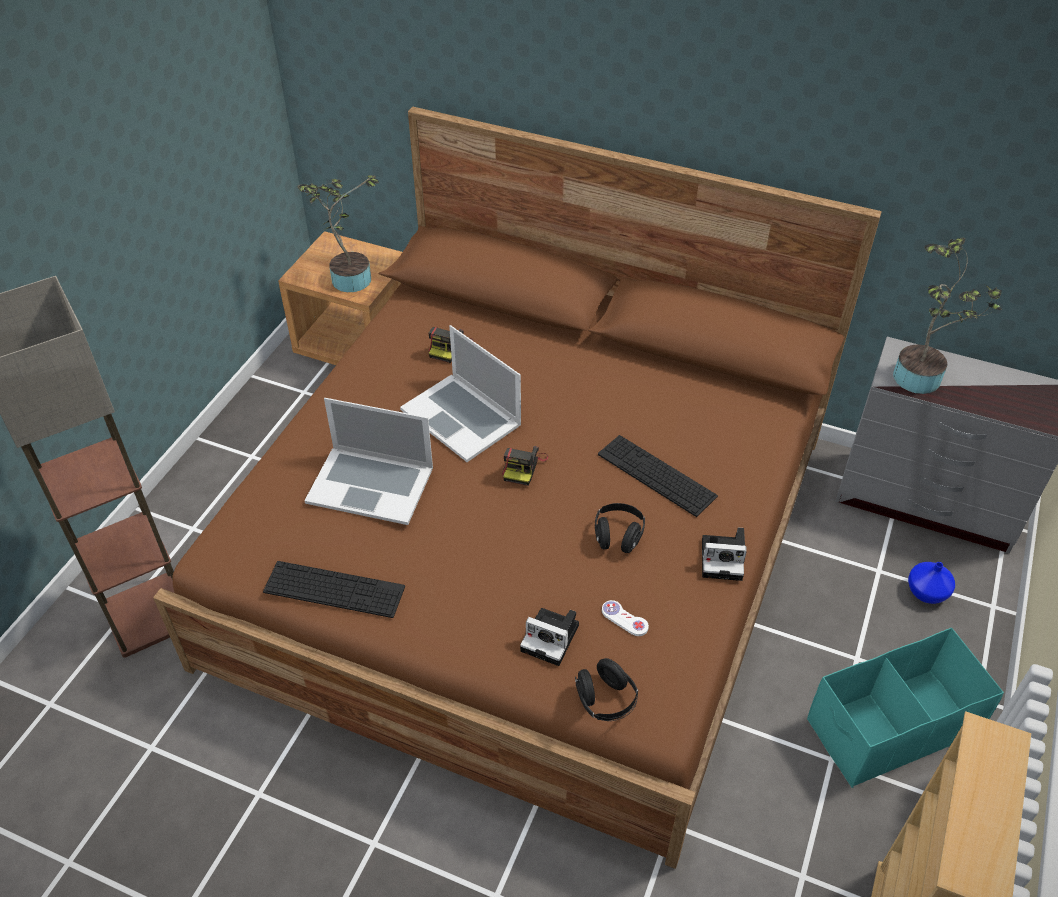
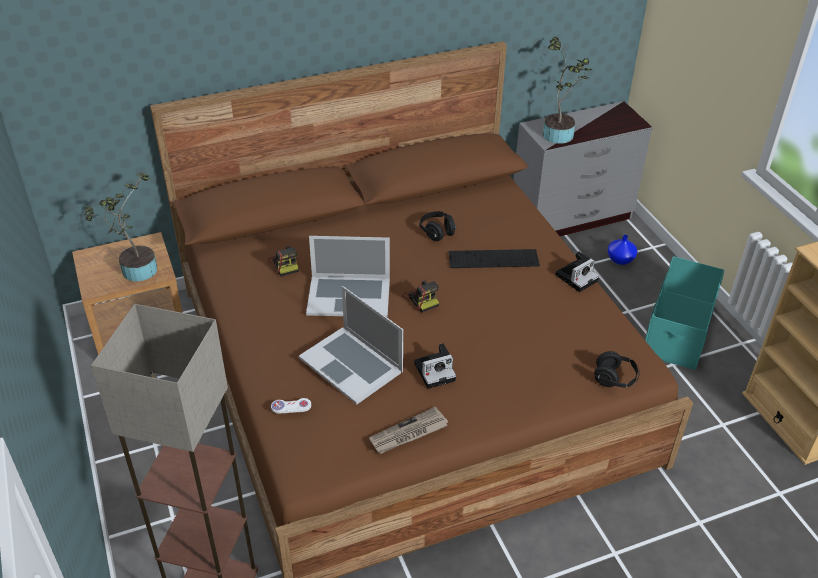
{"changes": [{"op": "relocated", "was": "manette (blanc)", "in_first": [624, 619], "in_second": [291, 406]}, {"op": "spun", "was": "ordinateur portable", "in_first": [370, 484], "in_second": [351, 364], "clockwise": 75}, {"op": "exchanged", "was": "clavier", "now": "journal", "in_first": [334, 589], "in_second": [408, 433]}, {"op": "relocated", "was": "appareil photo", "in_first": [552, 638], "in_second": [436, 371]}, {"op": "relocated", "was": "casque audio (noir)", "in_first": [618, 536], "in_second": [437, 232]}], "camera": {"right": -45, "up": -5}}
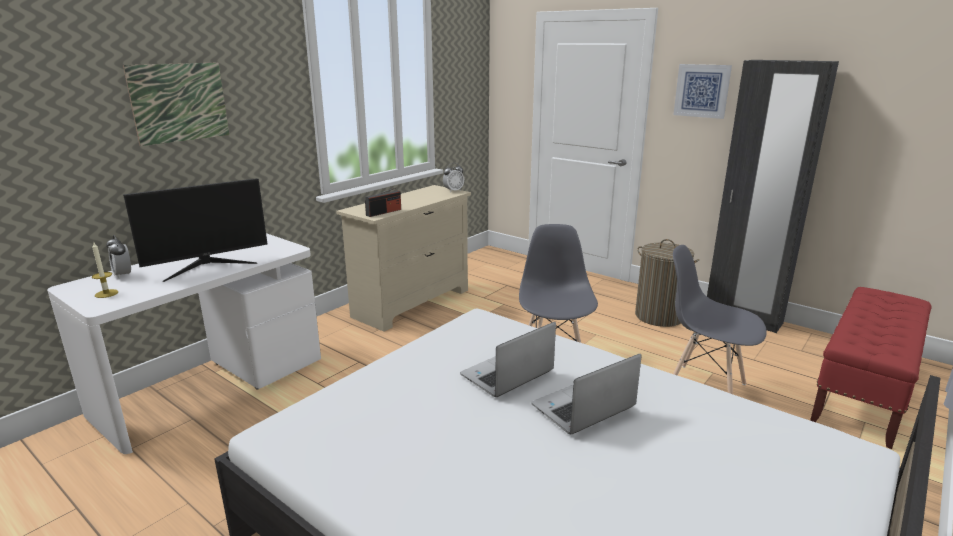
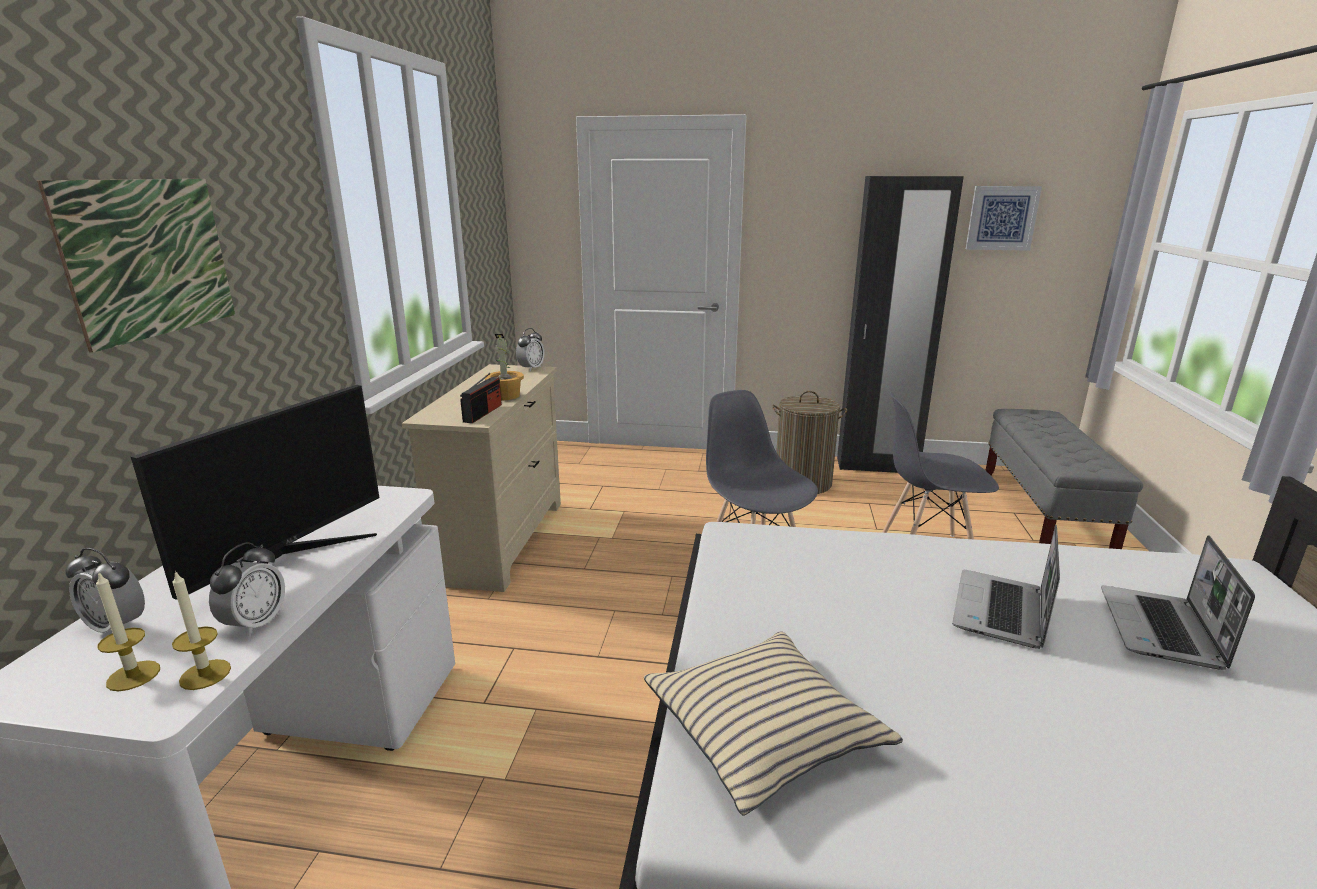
{"changes": [{"op": "appeared", "now": "bougie", "in_second": [205, 674]}, {"op": "appeared", "now": "réveil", "in_second": [255, 624]}, {"op": "appeared", "now": "plante en pot", "in_second": [505, 396]}, {"op": "appeared", "now": "coussin (beige)", "in_second": [763, 729]}, {"op": "relocated", "was": "tableau", "in_first": [702, 90], "in_second": [1002, 218]}, {"op": "colour", "was": "banc (rouge)", "now": "banc (gris)", "in_first": [863, 393], "in_second": [1043, 515]}, {"op": "relocated", "was": "ordinateur portable", "in_first": [507, 375], "in_second": [1161, 629]}], "camera": {"right": -30, "up": 0}}
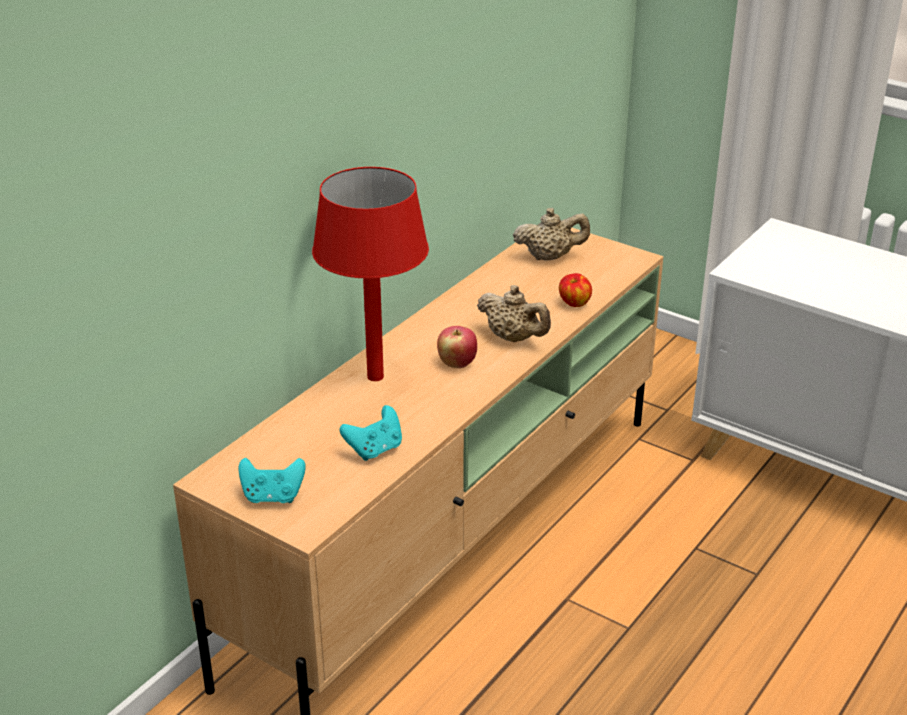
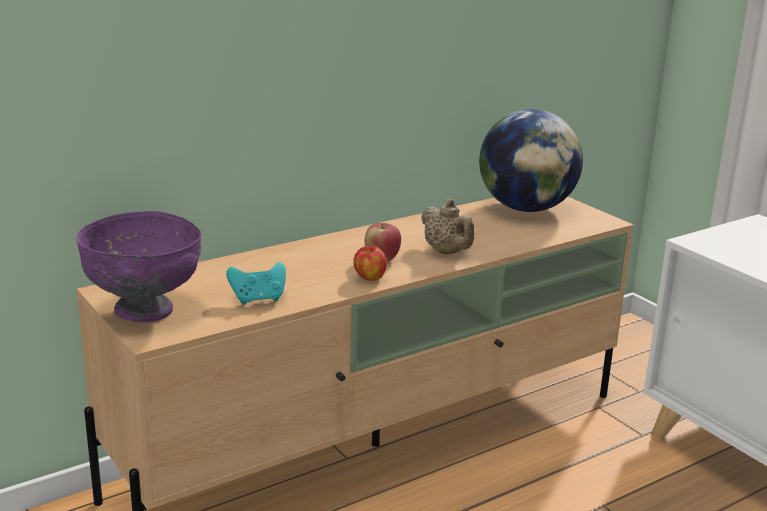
{"changes": [{"op": "exchanged", "was": "manette (turquoise)", "now": "bol (violet)", "in_first": [273, 496], "in_second": [144, 311]}, {"op": "relocated", "was": "pomme", "in_first": [574, 304], "in_second": [369, 278]}, {"op": "exchanged", "was": "théière (beige)", "now": "globe", "in_first": [550, 257], "in_second": [526, 208]}, {"op": "missing", "was": "lampe de table (rouge)", "in_first": [376, 377]}], "camera": {"right": 20, "up": -10}}
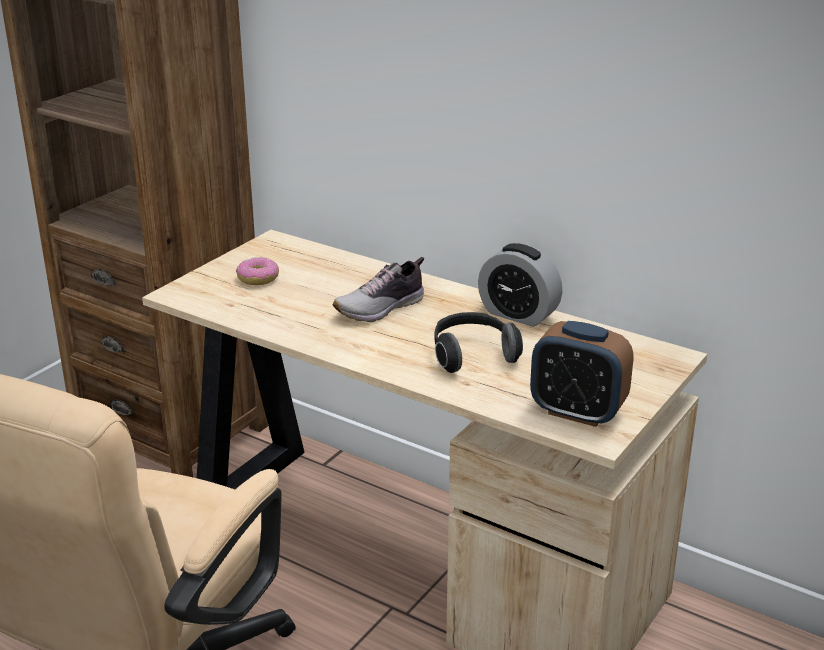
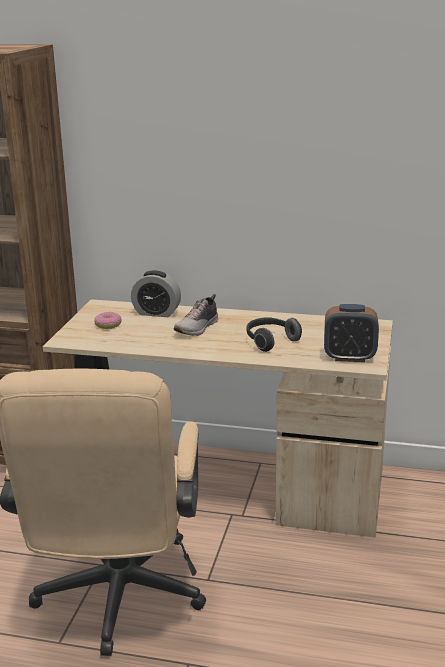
{"changes": [{"op": "relocated", "was": "réveil", "in_first": [518, 314], "in_second": [156, 313]}], "camera": {"right": -20, "up": -5}}
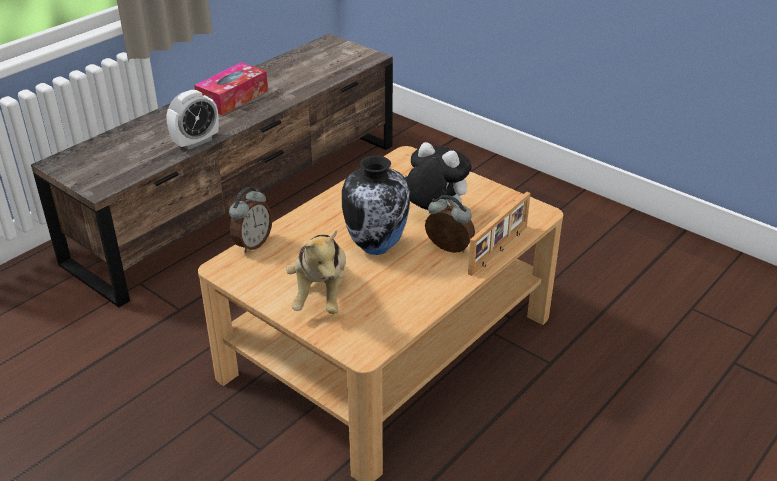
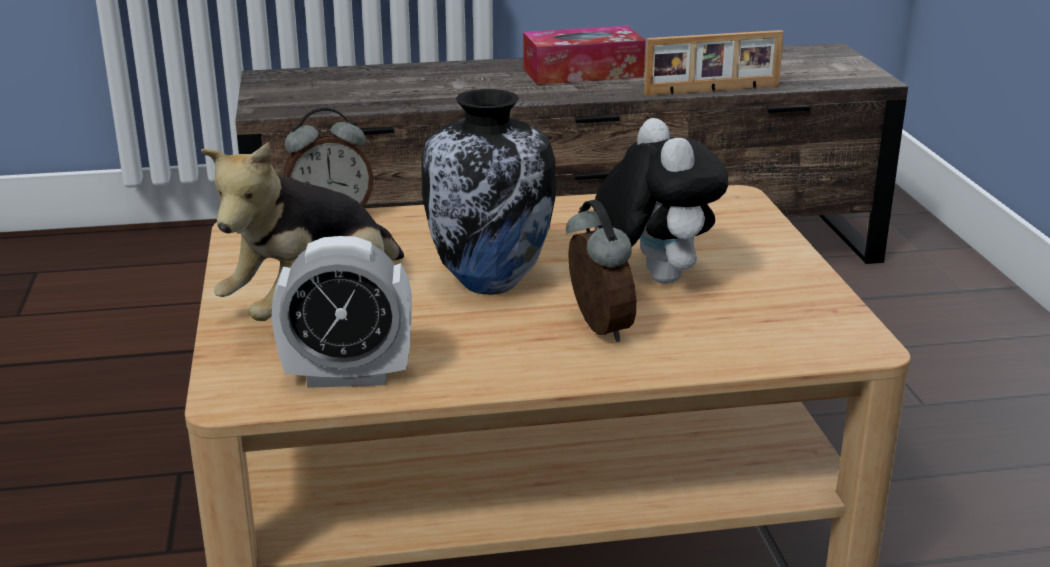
{"changes": [{"op": "relocated", "was": "réveil", "in_first": [196, 142], "in_second": [348, 376]}, {"op": "relocated", "was": "cadre photo", "in_first": [499, 250], "in_second": [712, 91]}], "camera": {"right": 40, "up": -10}}
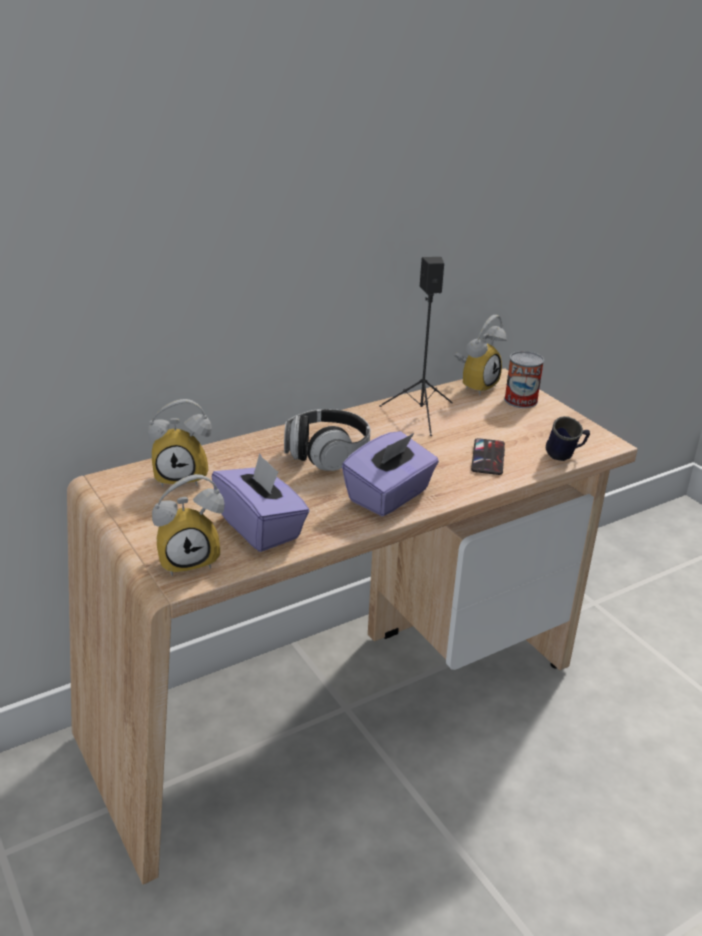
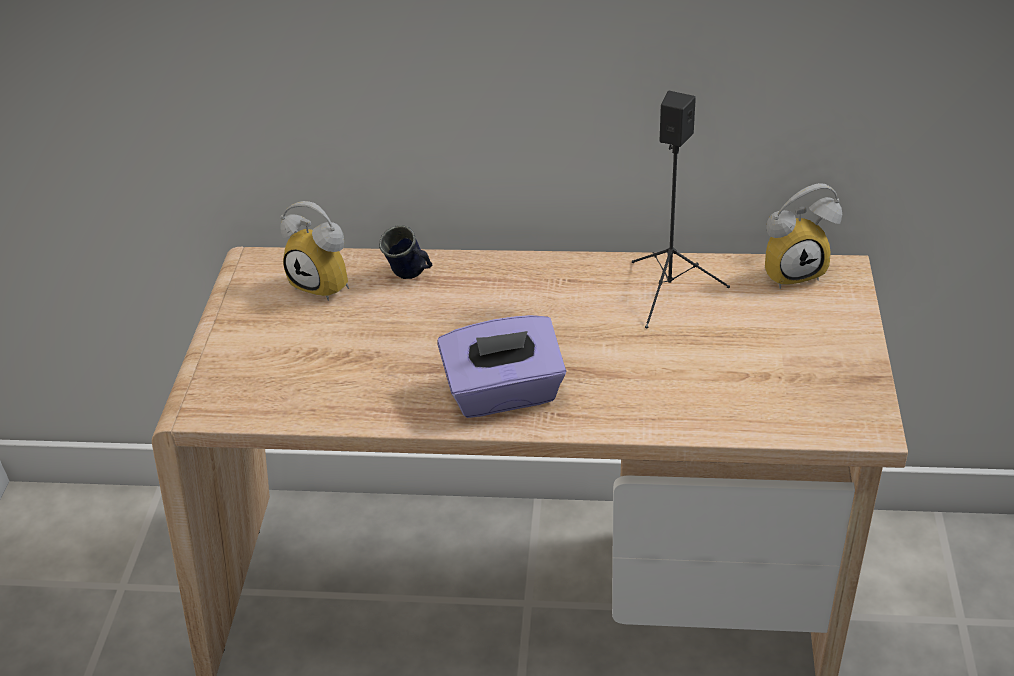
{"changes": [{"op": "relocated", "was": "mug (bleu)", "in_first": [565, 457], "in_second": [411, 275]}, {"op": "missing", "was": "réveil", "in_first": [190, 558]}, {"op": "missing", "was": "boîte à mouchoirs (violet)", "in_first": [261, 527]}, {"op": "missing", "was": "casque audio", "in_first": [327, 454]}, {"op": "missing", "was": "téléphone", "in_first": [488, 457]}, {"op": "missing", "was": "boîte métallique", "in_first": [520, 400]}], "camera": {"right": 40, "up": 10}}
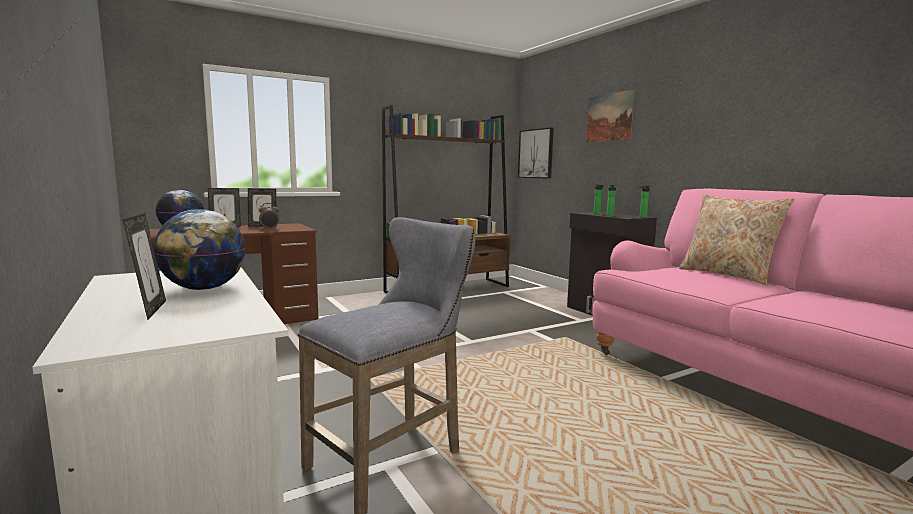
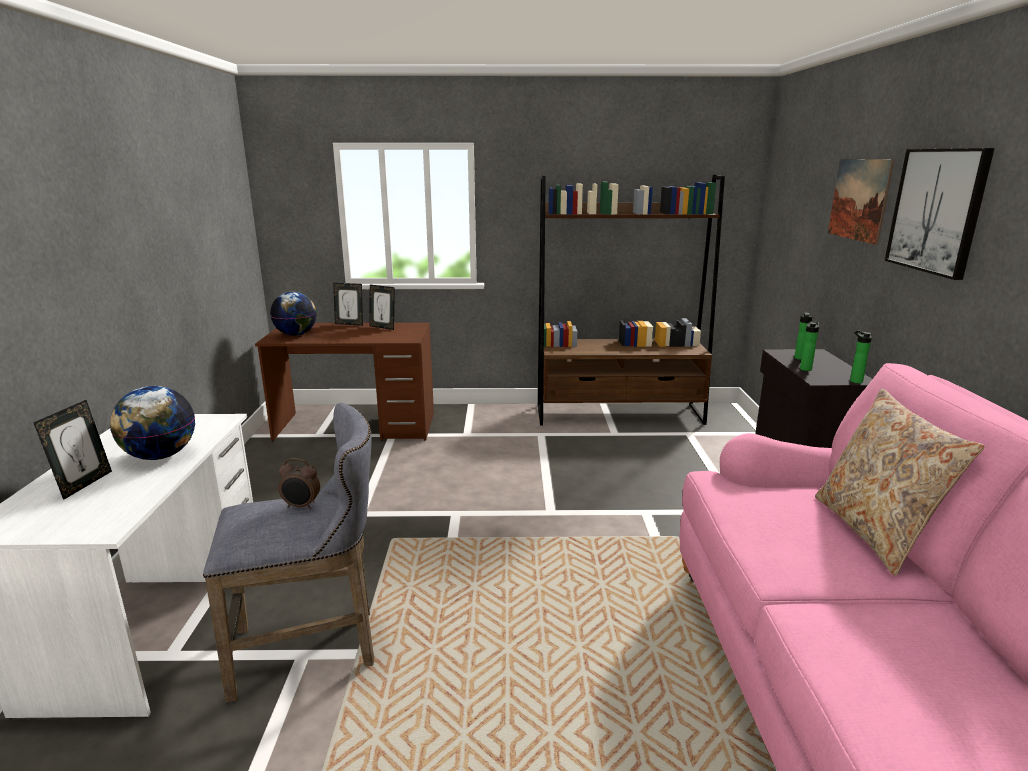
{"changes": [{"op": "relocated", "was": "réveil", "in_first": [269, 229], "in_second": [301, 506]}, {"op": "relocated", "was": "tableau", "in_first": [536, 153], "in_second": [937, 211]}], "camera": {"right": 30, "up": 10}}
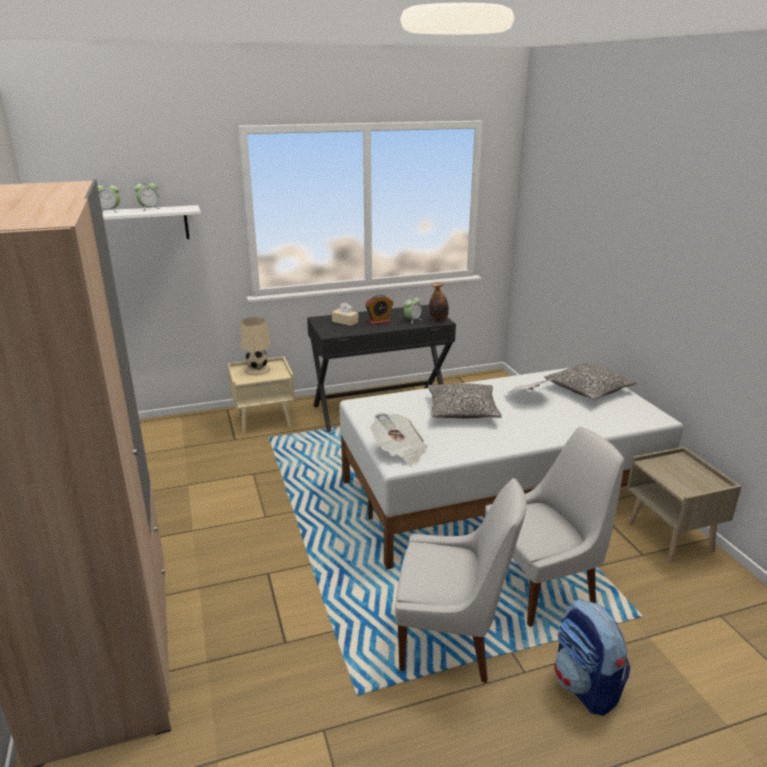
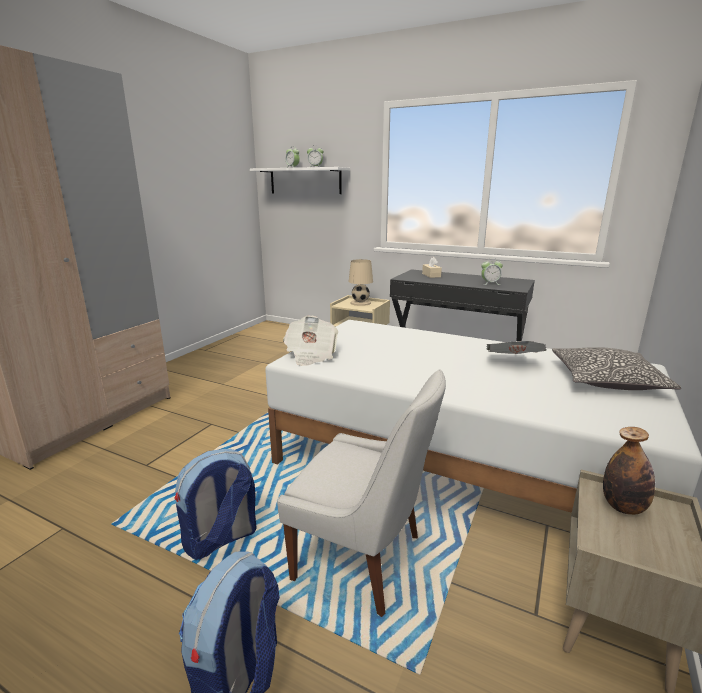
{"changes": [{"op": "exchanged", "was": "chaise (blanc)", "now": "sac à dos", "in_first": [452, 640], "in_second": [221, 540]}, {"op": "relocated", "was": "bouteille", "in_first": [438, 320], "in_second": [623, 507]}, {"op": "missing", "was": "réveil", "in_first": [379, 322]}, {"op": "missing", "was": "coussin", "in_first": [462, 410]}], "camera": {"right": 45, "up": -5}}
